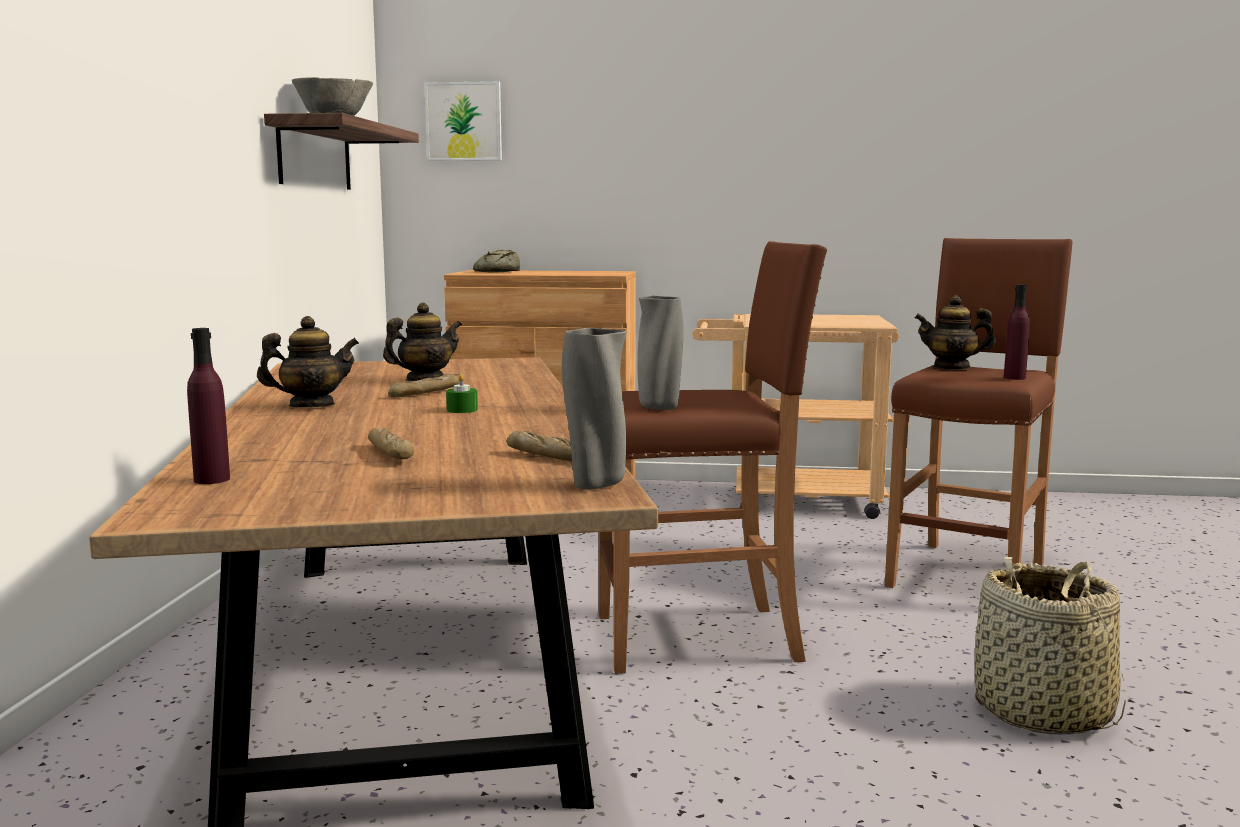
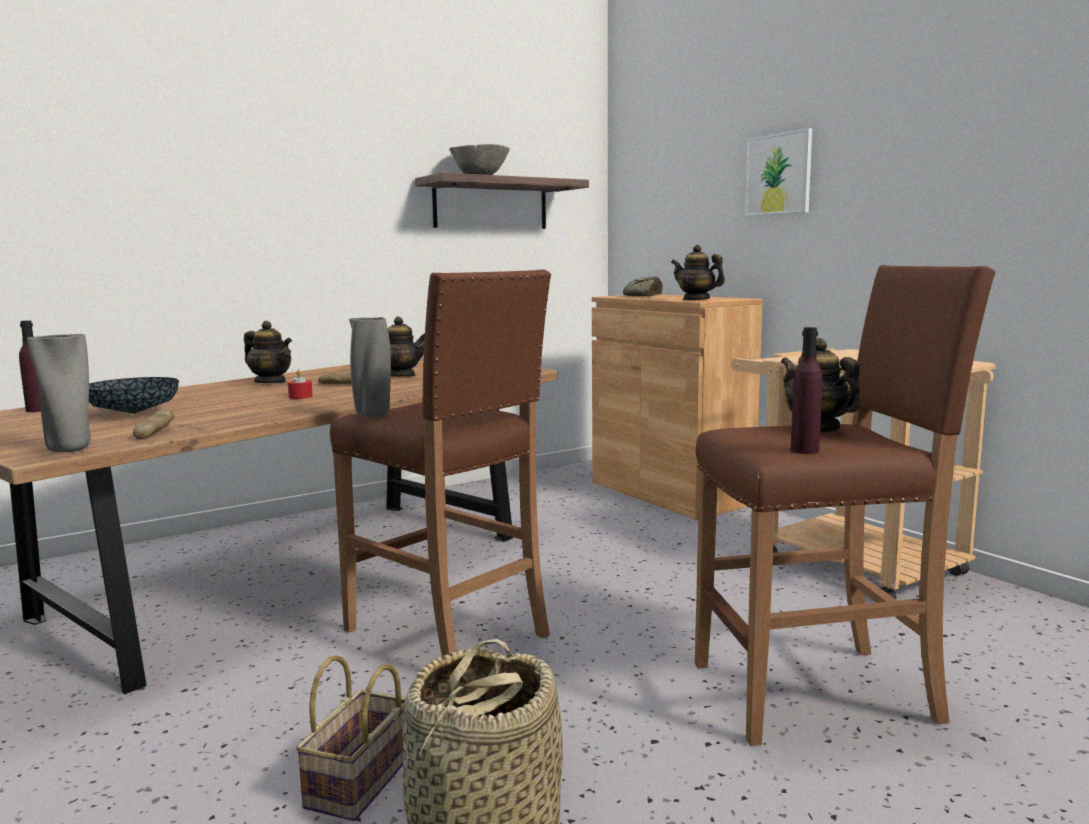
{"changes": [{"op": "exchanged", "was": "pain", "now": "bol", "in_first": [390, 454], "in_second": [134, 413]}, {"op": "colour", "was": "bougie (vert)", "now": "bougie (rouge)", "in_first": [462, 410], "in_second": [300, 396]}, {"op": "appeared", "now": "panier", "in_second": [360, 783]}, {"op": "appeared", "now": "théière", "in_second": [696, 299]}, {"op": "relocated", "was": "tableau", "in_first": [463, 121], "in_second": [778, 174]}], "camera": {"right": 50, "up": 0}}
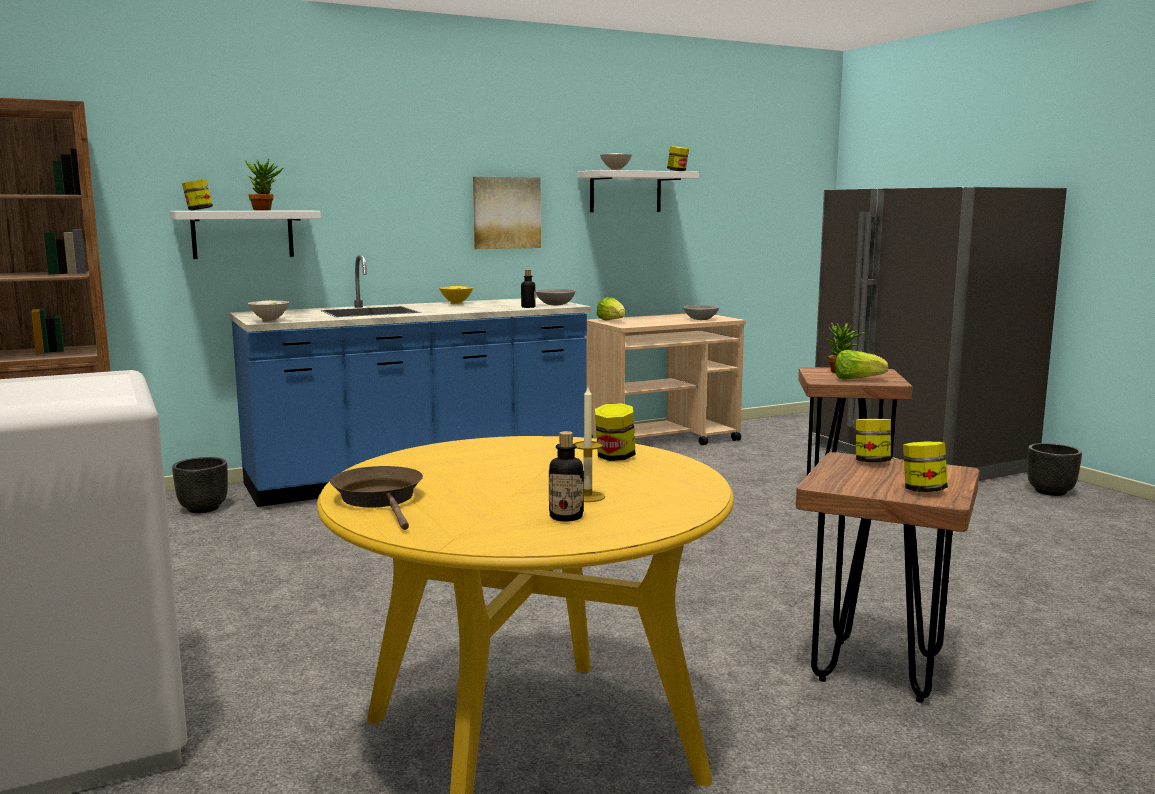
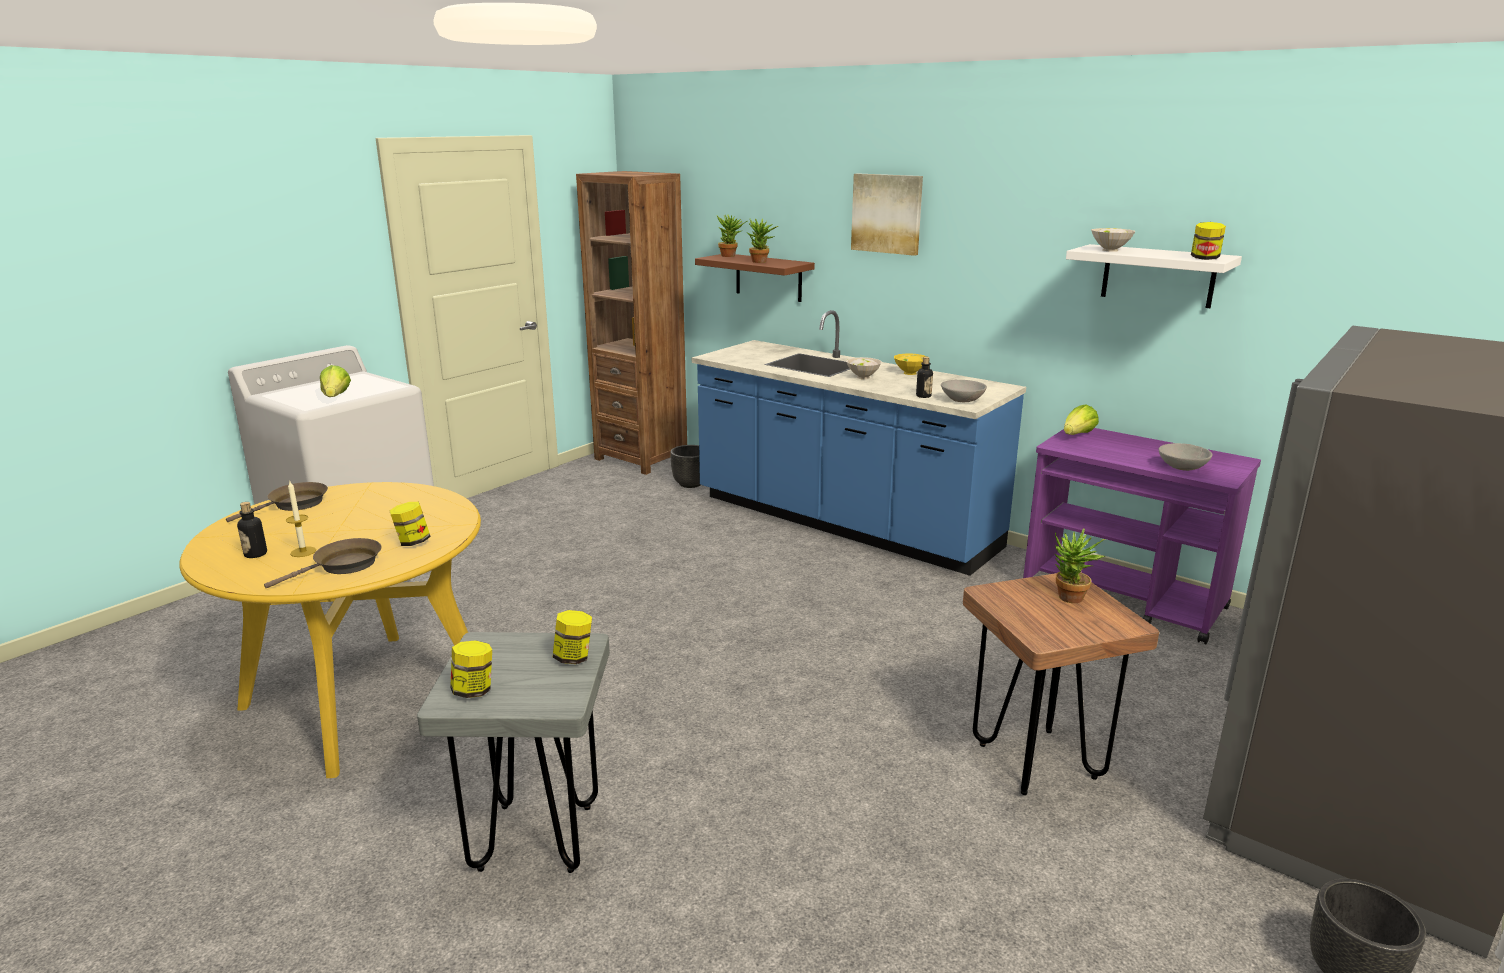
{"changes": [{"op": "appeared", "now": "poêle (marron)", "in_second": [343, 566]}, {"op": "relocated", "was": "laitue", "in_first": [857, 379], "in_second": [336, 397]}, {"op": "colour", "was": "tabouret (marron)", "now": "tabouret (gris)", "in_first": [878, 670], "in_second": [536, 838]}, {"op": "colour", "was": "étagère (blanc)", "now": "étagère (marron)", "in_first": [242, 234], "in_second": [768, 277]}, {"op": "exchanged", "was": "bocal", "now": "plante en pot", "in_first": [198, 210], "in_second": [731, 256]}, {"op": "relocated", "was": "bol (blanc)", "in_first": [269, 321], "in_second": [863, 377]}, {"op": "relocated", "was": "tableau", "in_first": [506, 213], "in_second": [887, 213]}, {"op": "colour", "was": "chariot (beige)", "now": "chariot (violet)", "in_first": [663, 440], "in_second": [1124, 599]}], "camera": {"right": 65, "up": 10}}
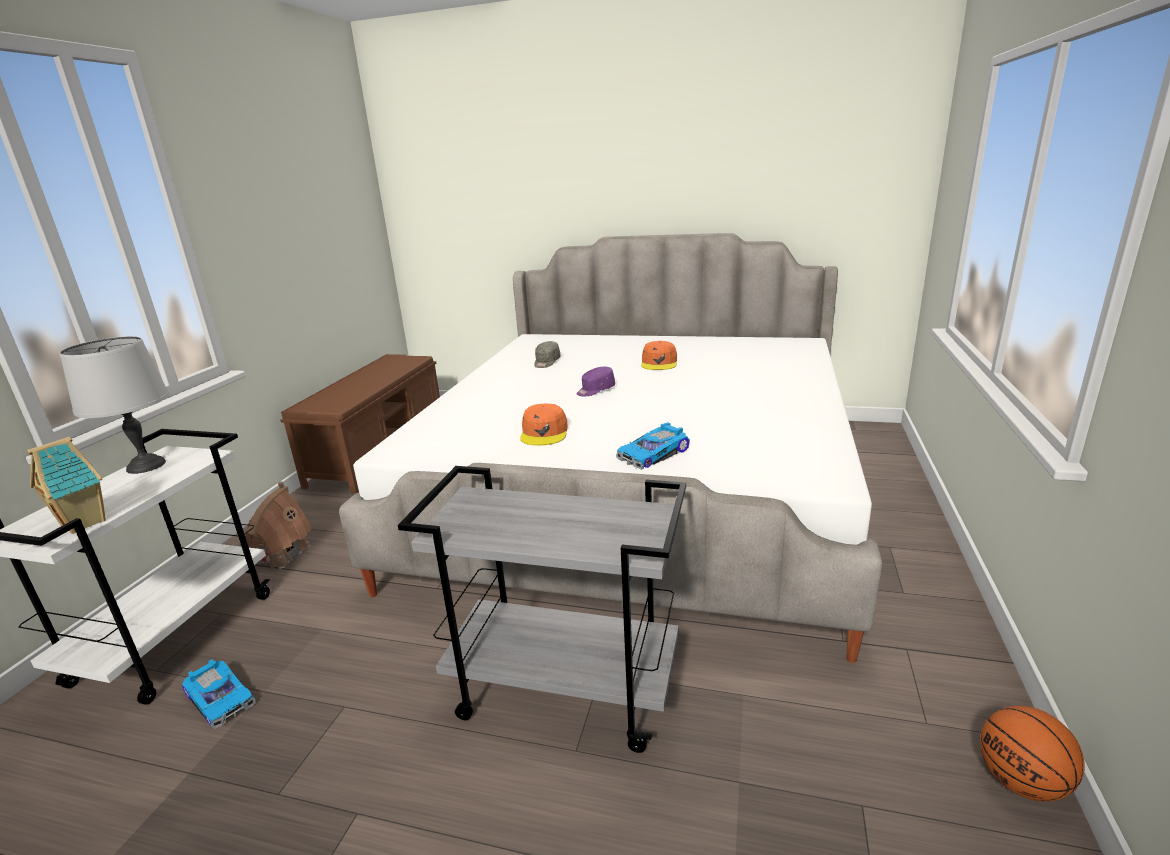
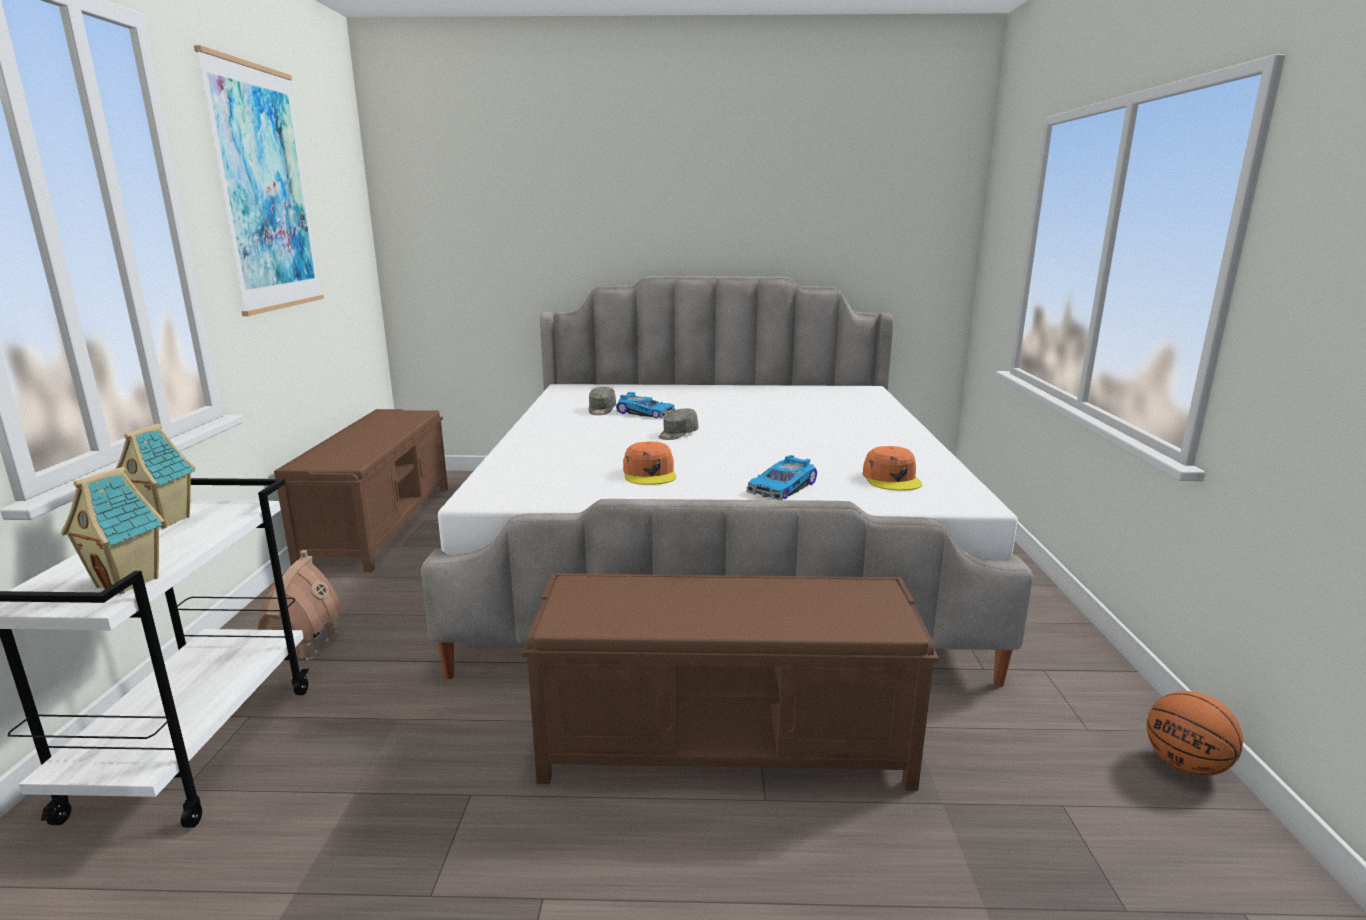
{"changes": [{"op": "exchanged", "was": "lampe de table (gris)", "now": "maison miniature", "in_first": [147, 465], "in_second": [166, 520]}, {"op": "appeared", "now": "tableau", "in_second": [265, 190]}, {"op": "exchanged", "was": "chariot (gris)", "now": "banc (marron)", "in_first": [566, 689], "in_second": [727, 744]}, {"op": "relocated", "was": "petite voiture", "in_first": [221, 698], "in_second": [646, 412]}, {"op": "colour", "was": "casquette (violet)", "now": "casquette (gris)", "in_first": [595, 390], "in_second": [677, 434]}, {"op": "relocated", "was": "casquette (orange)", "in_first": [659, 363], "in_second": [892, 479]}], "camera": {"right": -15, "up": -5}}
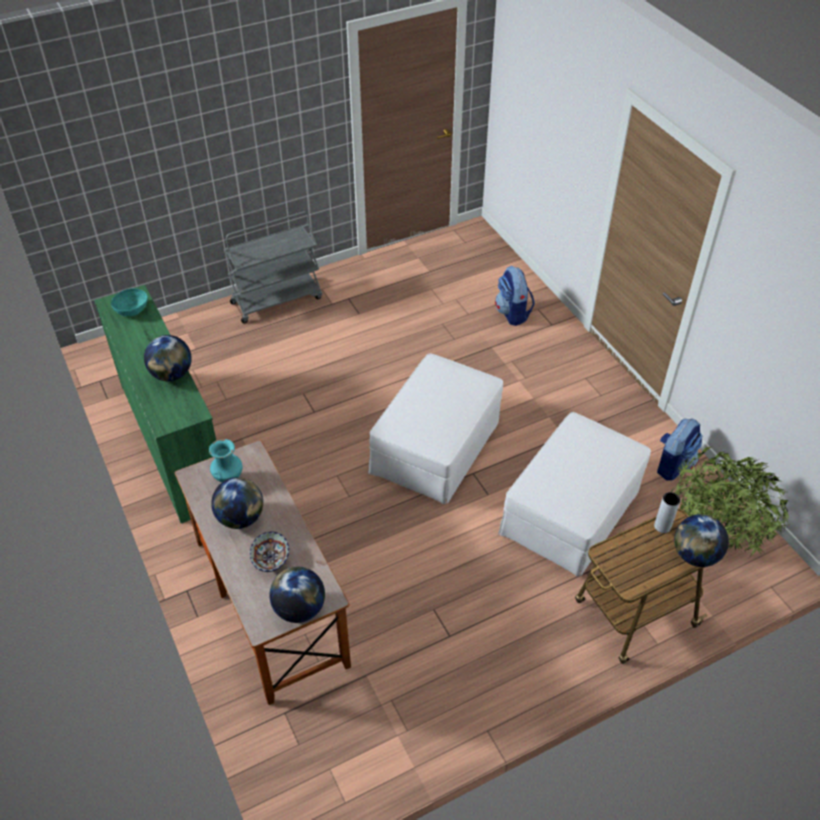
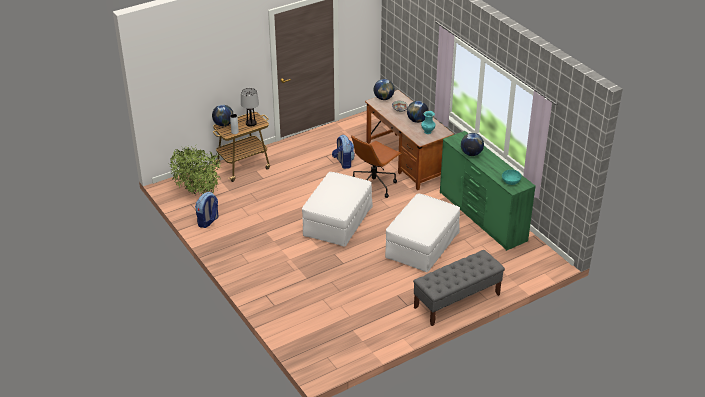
{"changes": [{"op": "appeared", "now": "lampe de table", "in_second": [251, 123]}, {"op": "relocated", "was": "sac à dos", "in_first": [513, 313], "in_second": [343, 162]}, {"op": "appeared", "now": "chaise de bureau (marron)", "in_second": [374, 185]}, {"op": "relocated", "was": "pouf (blanc)", "in_first": [571, 512], "in_second": [421, 246]}, {"op": "exchanged", "was": "chariot (gris)", "now": "banc (gris)", "in_first": [277, 300], "in_second": [456, 301]}], "camera": {"right": 175, "up": -10}}
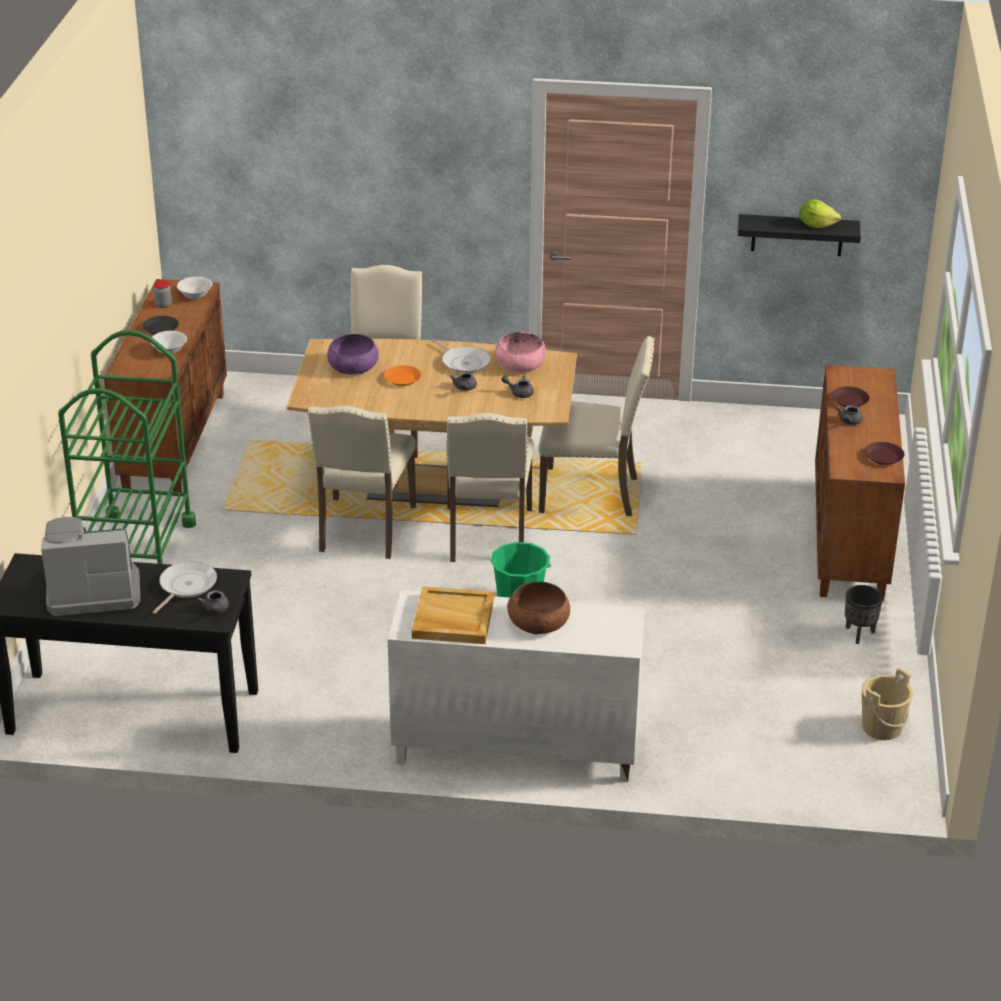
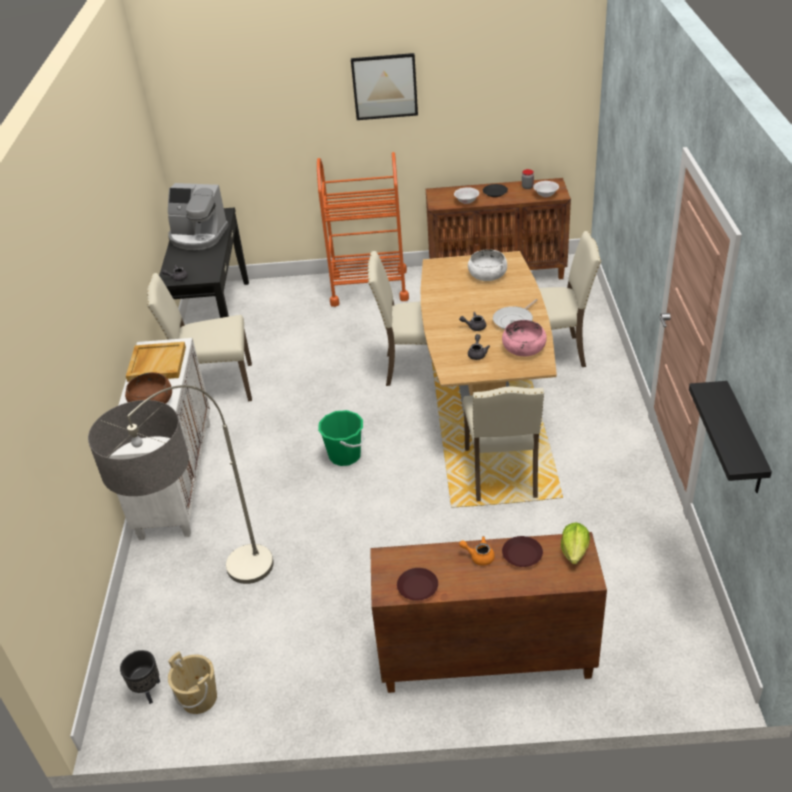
{"changes": [{"op": "appeared", "now": "lampadaire", "in_second": [216, 607]}, {"op": "relocated", "was": "cache-pot (noir)", "in_first": [859, 634], "in_second": [147, 691]}, {"op": "relocated", "was": "chaise (beige)", "in_first": [488, 536], "in_second": [216, 386]}, {"op": "spun", "was": "machine à café", "in_first": [92, 590], "in_second": [198, 236], "clockwise": 120}, {"op": "colour", "was": "chariot (vert)", "now": "chariot (orange)", "in_first": [137, 552], "in_second": [369, 287]}, {"op": "appeared", "now": "tableau", "in_second": [384, 86]}, {"op": "colour", "was": "théière (gris)", "now": "théière (orange)", "in_first": [849, 422], "in_second": [479, 556]}, {"op": "colour", "was": "bol (violet)", "now": "bol (blanc)", "in_first": [353, 366], "in_second": [487, 274]}, {"op": "relocated", "was": "laitue", "in_first": [816, 225], "in_second": [574, 551]}, {"op": "missing", "was": "poêle", "in_first": [186, 586]}, {"op": "missing", "was": "assiette (orange)", "in_first": [403, 379]}], "camera": {"right": 85, "up": 5}}
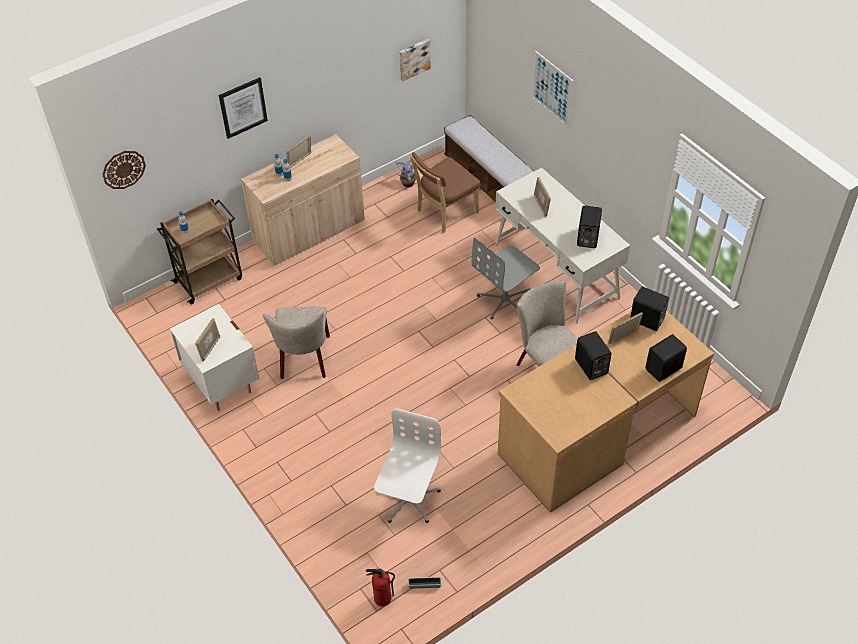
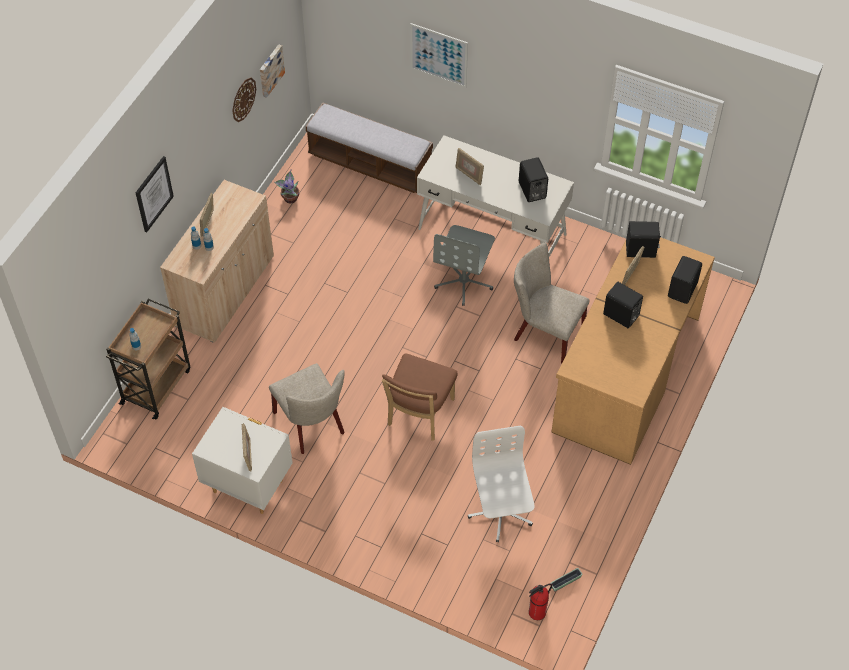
{"changes": [{"op": "relocated", "was": "horloge murale", "in_first": [123, 169], "in_second": [243, 99]}, {"op": "relocated", "was": "chaise (marron)", "in_first": [445, 213], "in_second": [419, 414]}], "camera": {"right": -30, "up": 5}}
